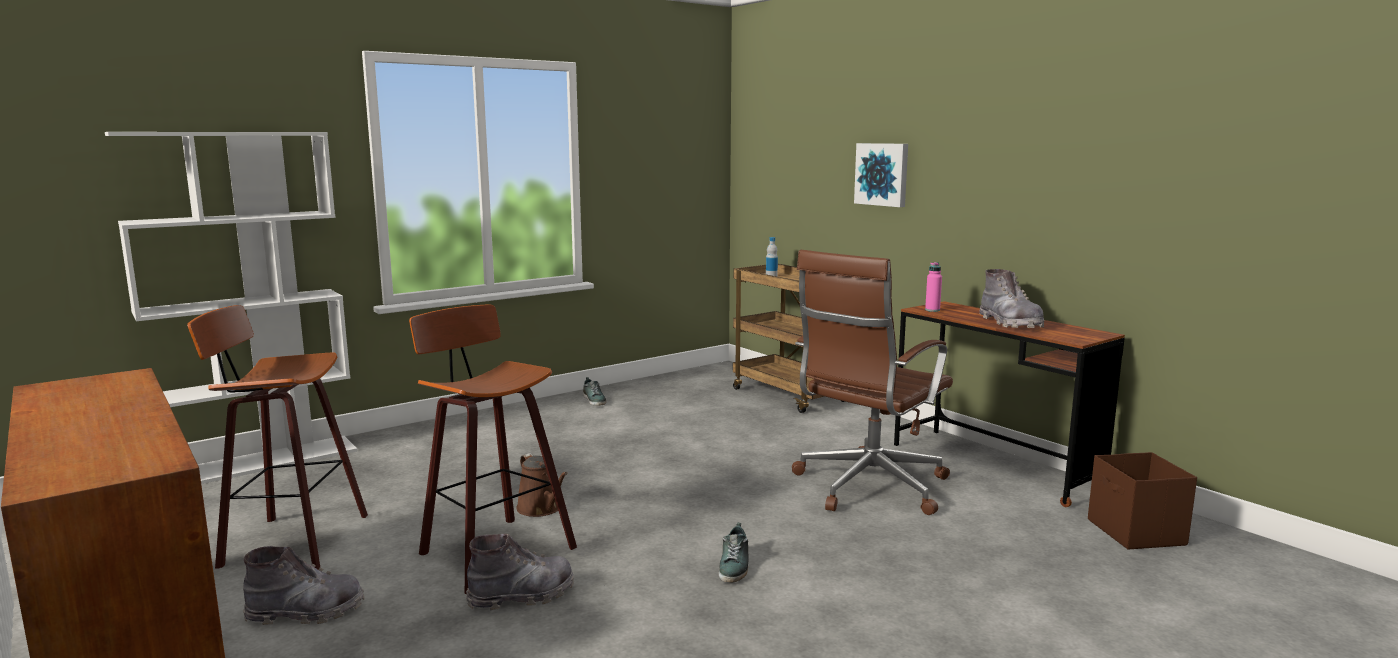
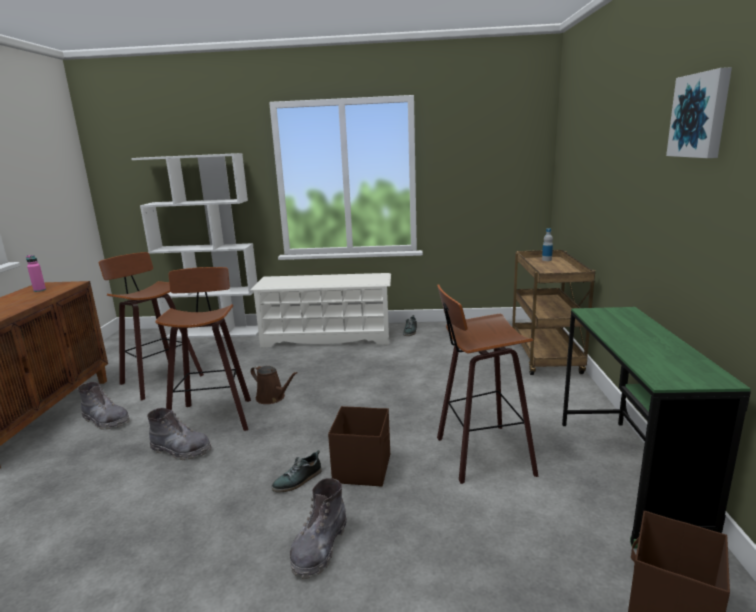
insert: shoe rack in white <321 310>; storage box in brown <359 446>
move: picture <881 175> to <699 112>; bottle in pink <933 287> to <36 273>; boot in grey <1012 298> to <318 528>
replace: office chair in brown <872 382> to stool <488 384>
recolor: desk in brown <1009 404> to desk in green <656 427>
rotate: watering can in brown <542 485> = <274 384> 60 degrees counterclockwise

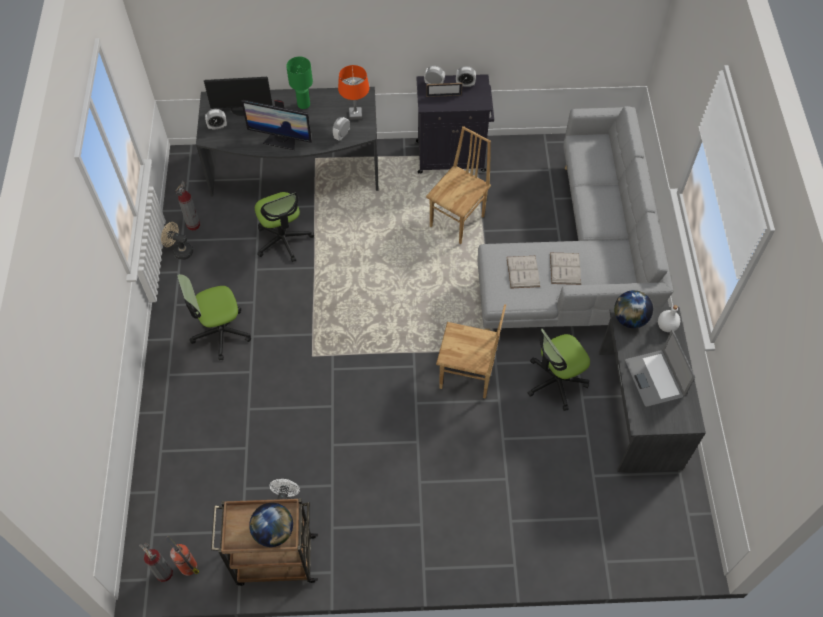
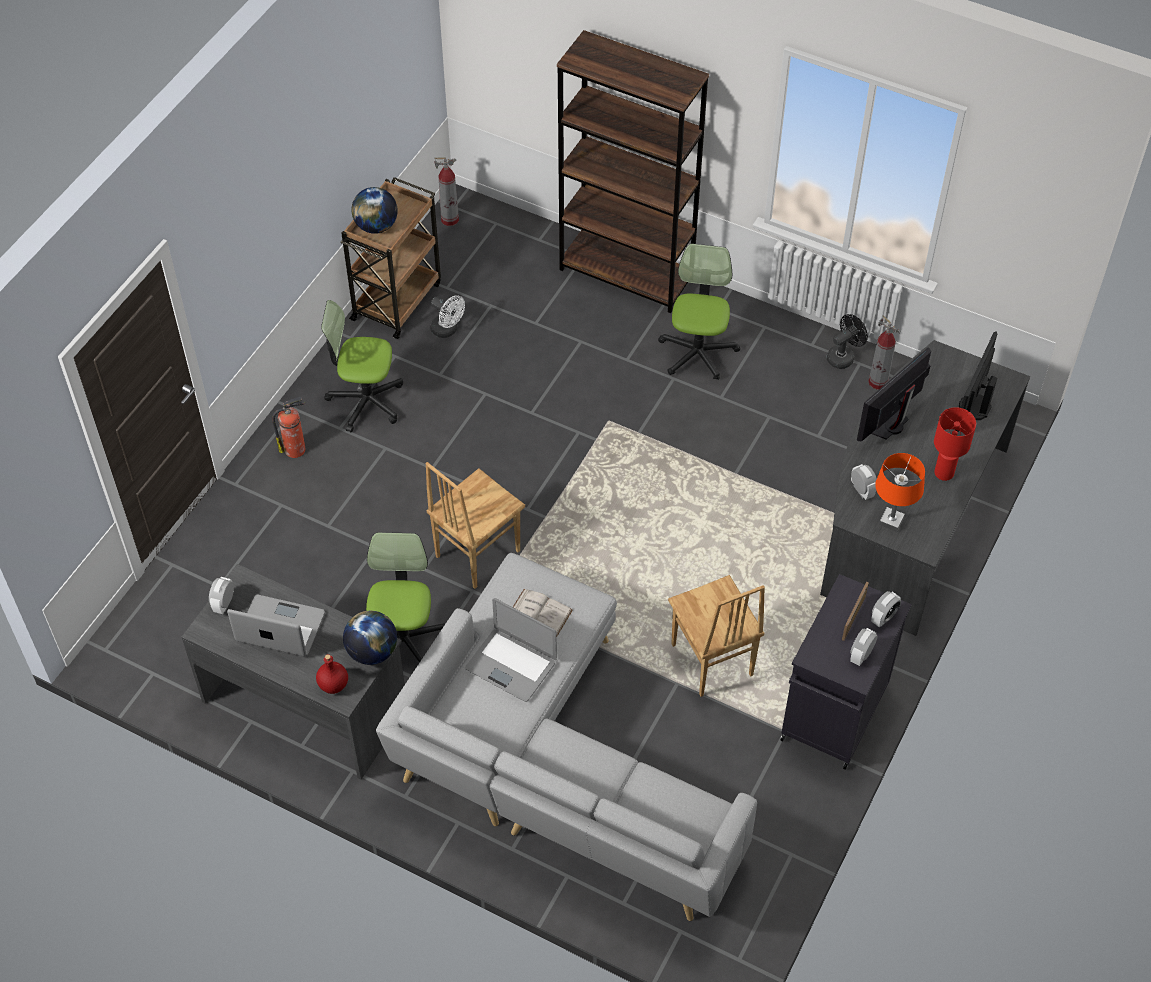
insert: bookcase in brown <633 171>
move: alarm clock <216 119> to <221 595>; office chair <284 227> to <362 366>; fire extinguisher <182 556> to <289 427>
replace: book in white <565 269> to laptop <511 650>
recolor: table lamp in green <299 83> to table lamp in red <955 444>; fan in beige <177 241> to fan in black <847 341>; bottle in white <669 318> to bottle in red <332 674>

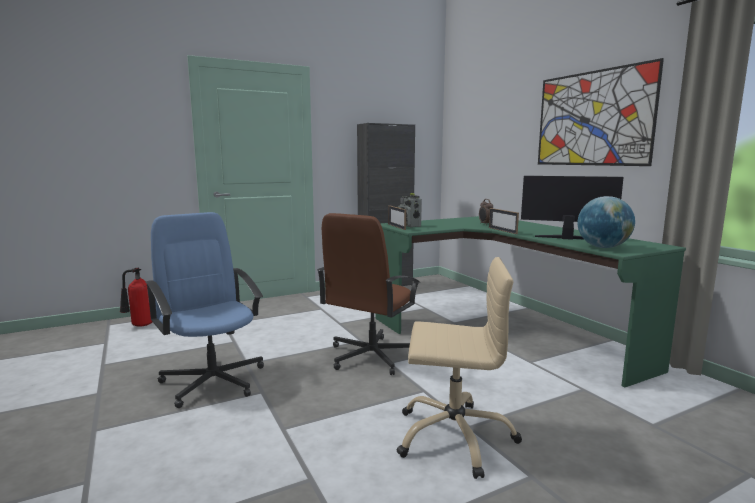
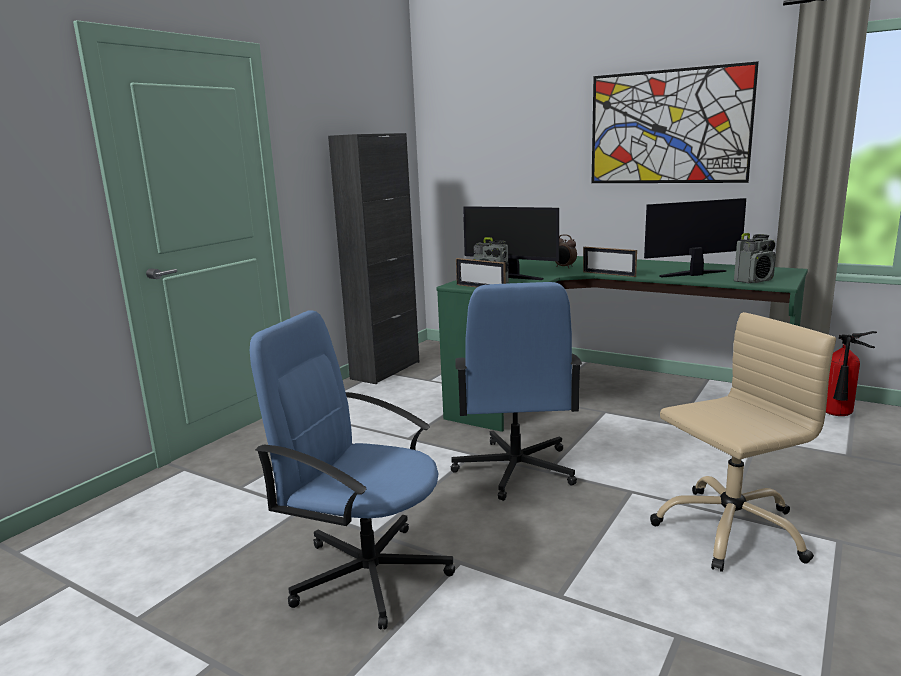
insert: monitor <511 243>
move: fire extinguisher <136 297> to <851 373>
replace: globe <606 222> to radio <755 258>
recolor: office chair in brown <368 294> to office chair in blue <516 391>

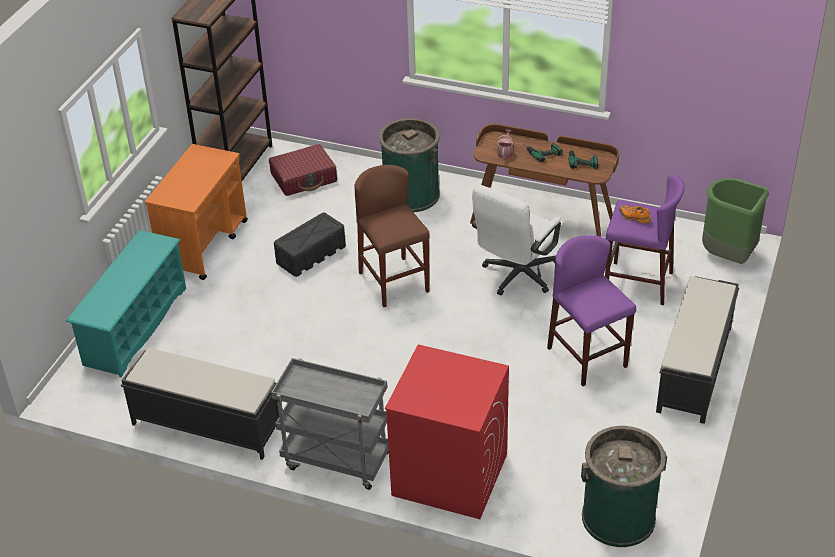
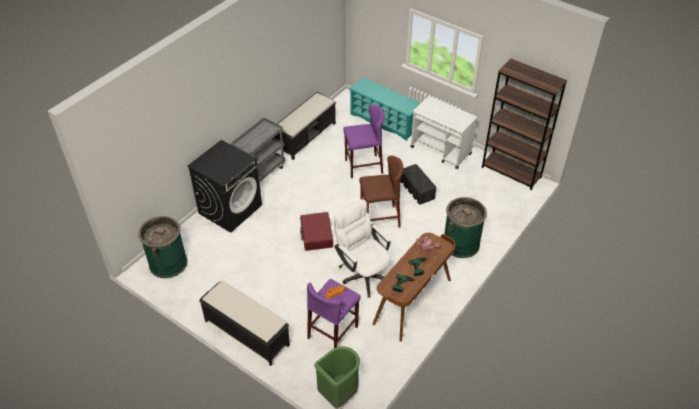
move: suitcase in red <303 170> to <316 231>; stool in purple <591 310> to <363 141>
recolor: cart in orange <196 212> to cart in white <443 132>; washing machine in red <447 431> to washing machine in black <225 186>

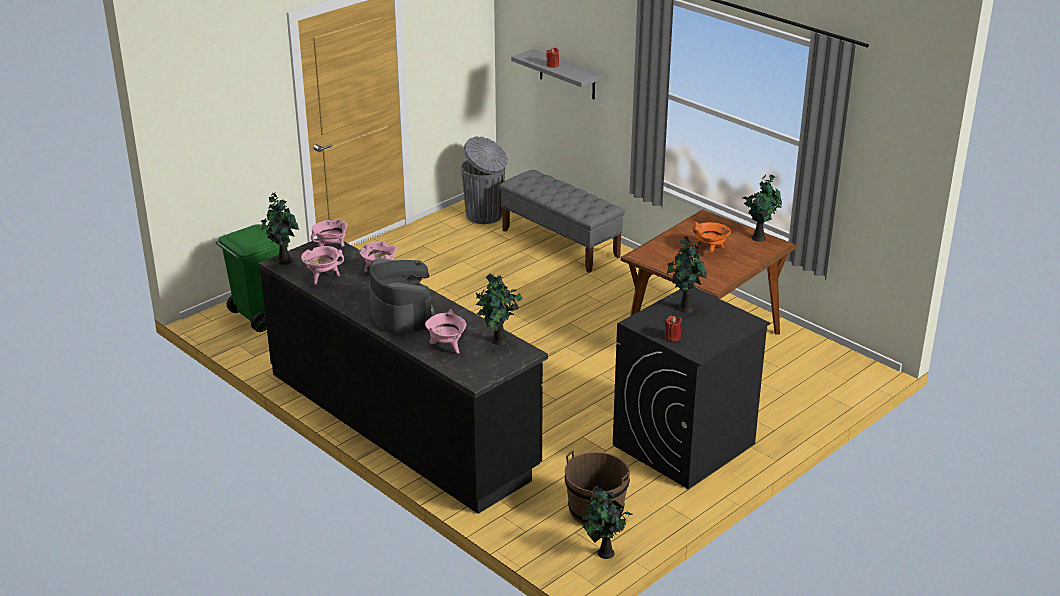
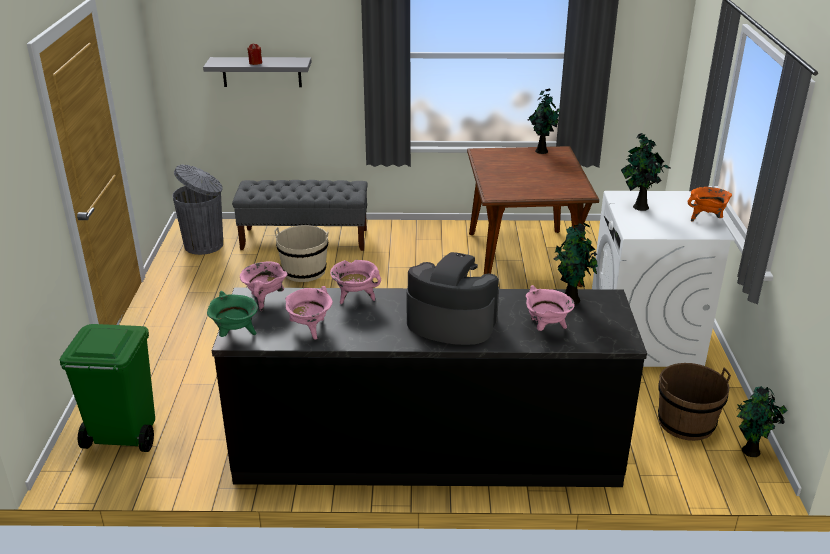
delete: candle in red <673 328>
insert: bucket in beige <301 253>
move: cooking pot in orange <712 237> to <710 204>
replace: potted plant <279 228> to cooking pot in green <232 314>
recolor: washing machine in black <691 388> to washing machine in white <663 279>

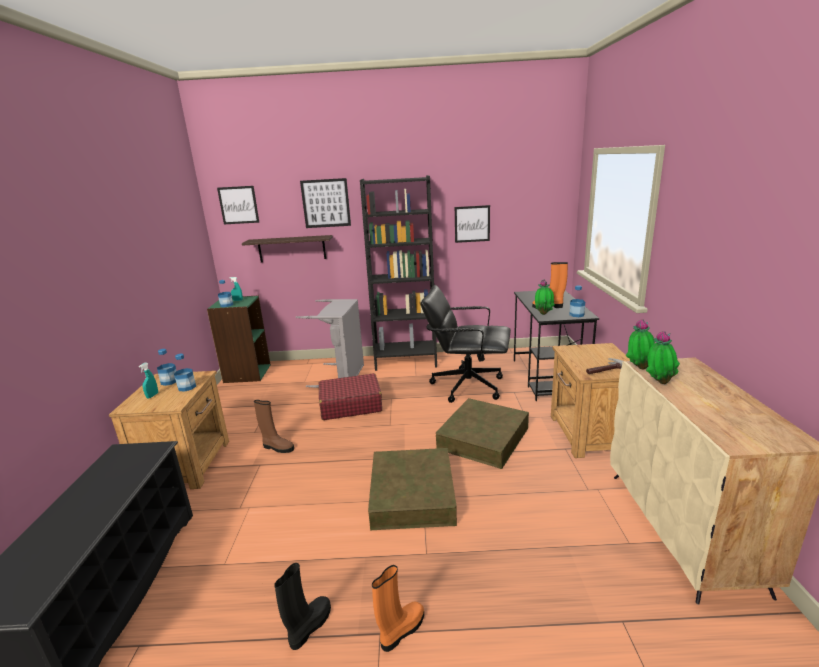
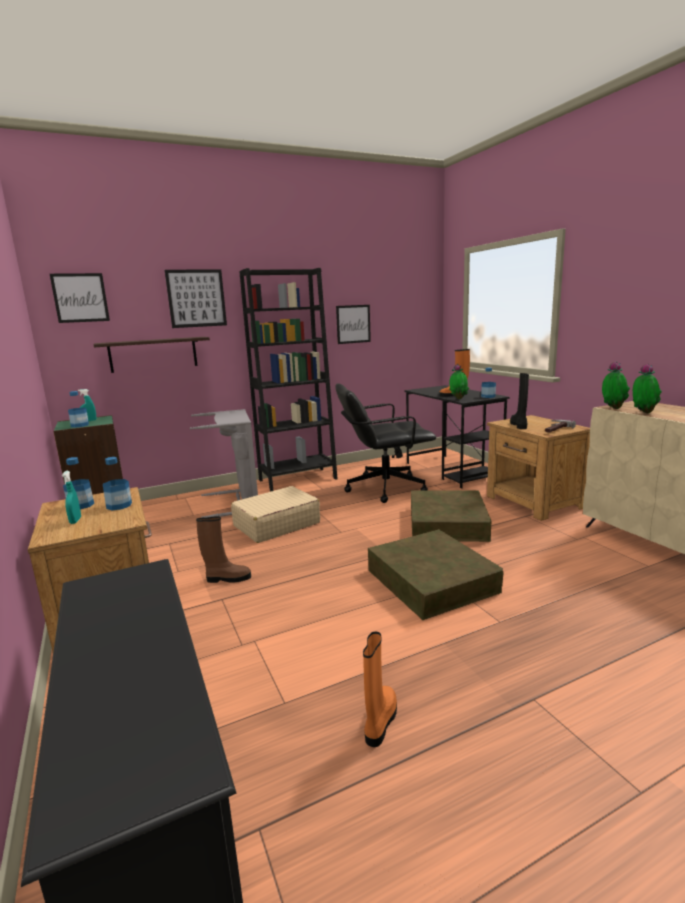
move: boot in black <302 606> to <519 401>; boot in orange <398 608> to <380 689>
recolor: suitcase in red <350 396> to suitcase in beige <275 514>

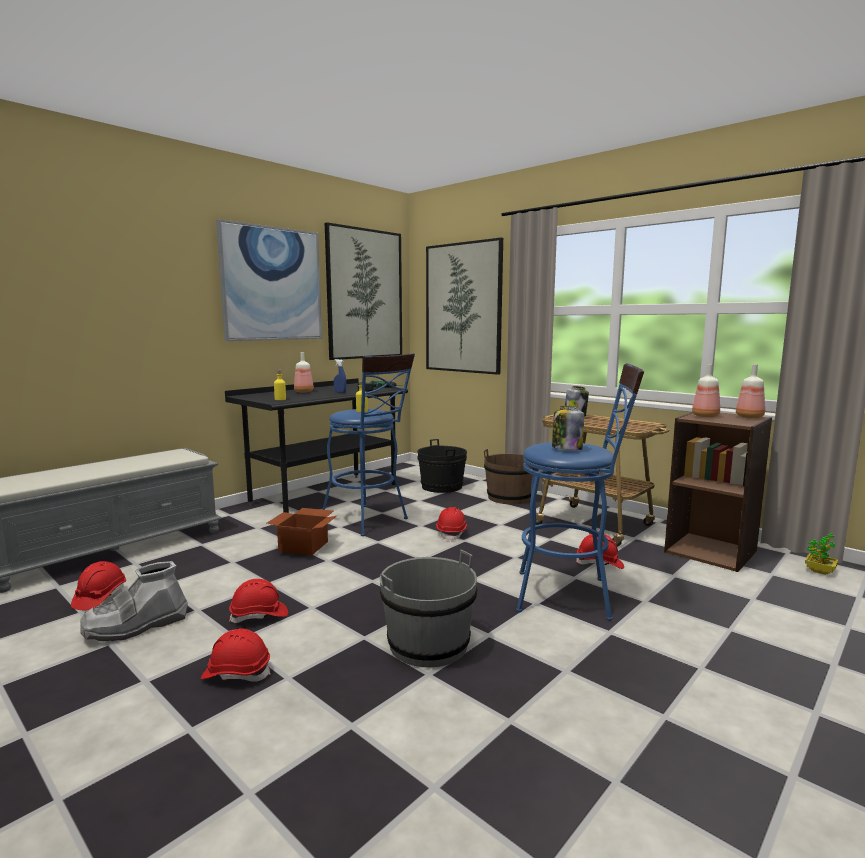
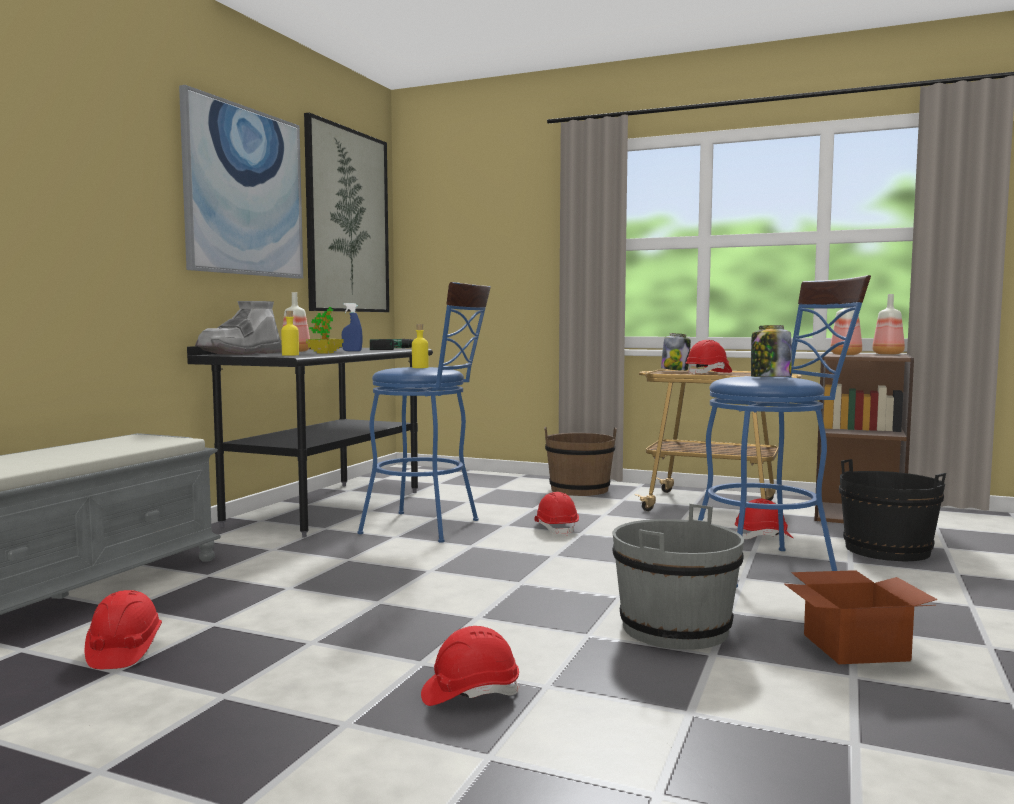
delete: picture <464 306>
move: bucket in black <442 466> to <892 510>; cardboard box <302 531> to <861 617>; potted plant <821 554> to <325 330>; boot in grey <134 601> to <238 328>; hard hat in red <258 601> to <709 357>

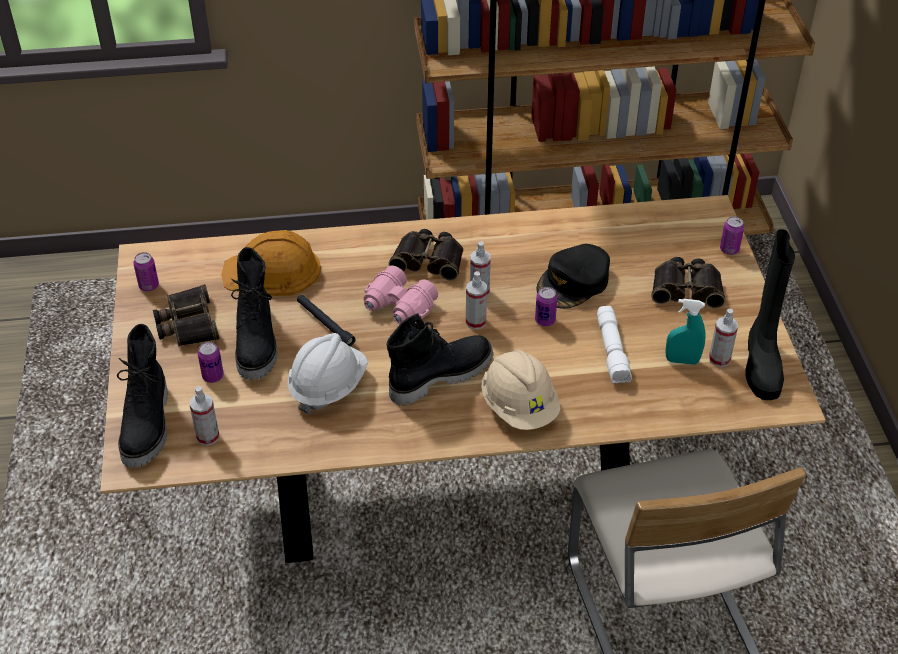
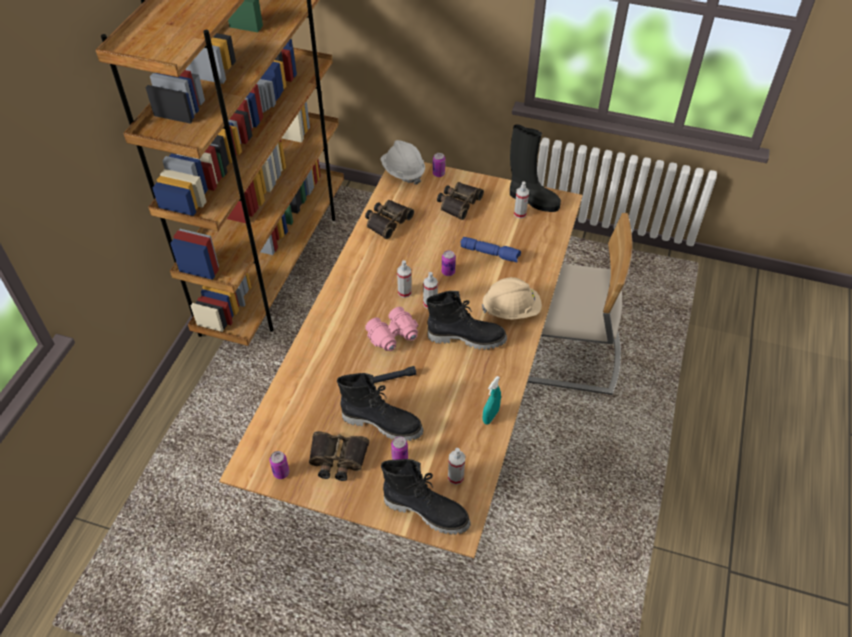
delete: hard hat in orange <271 263>; cap in black <573 276>
move: binoculars <426 255> to <389 219>; spray bottle in turquoise <686 332> to <492 400>; hard hat in white <327 374> to <402 162>
recolor: flashlight in white <614 345> to flashlight in blue <490 250>
rotate: boot in black <440 359> = <466 320> 105 degrees clockwise

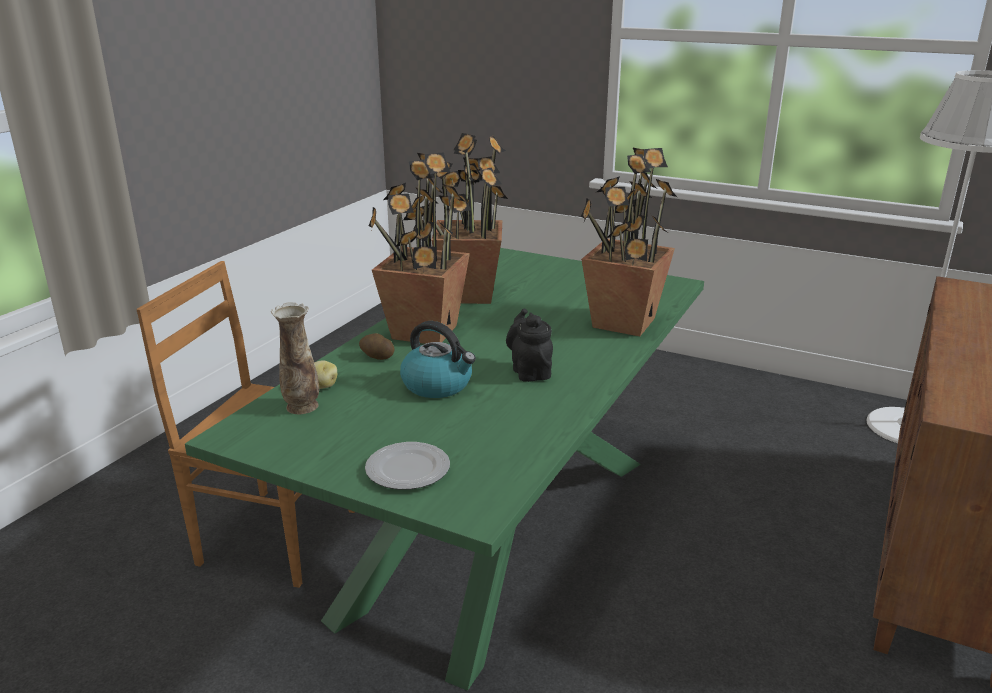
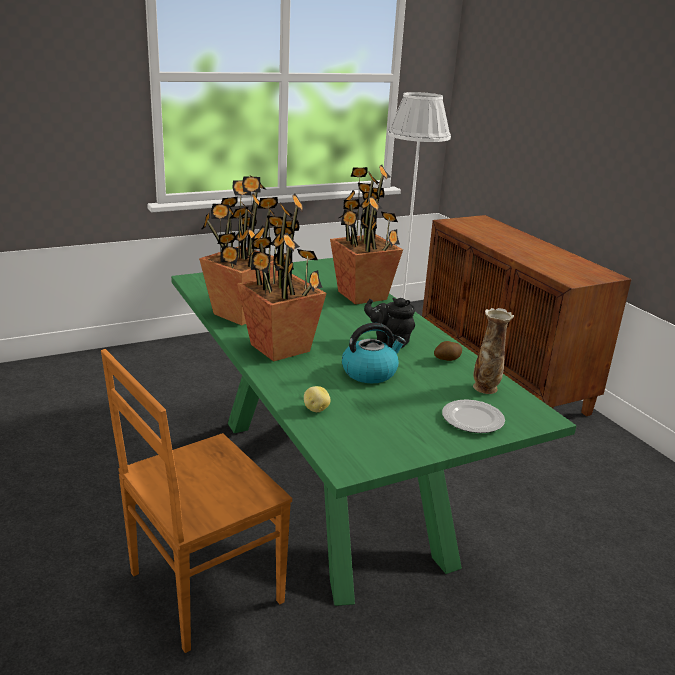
move: vase <295 358> to <493 351>; potato <377 346> to <448 351>

